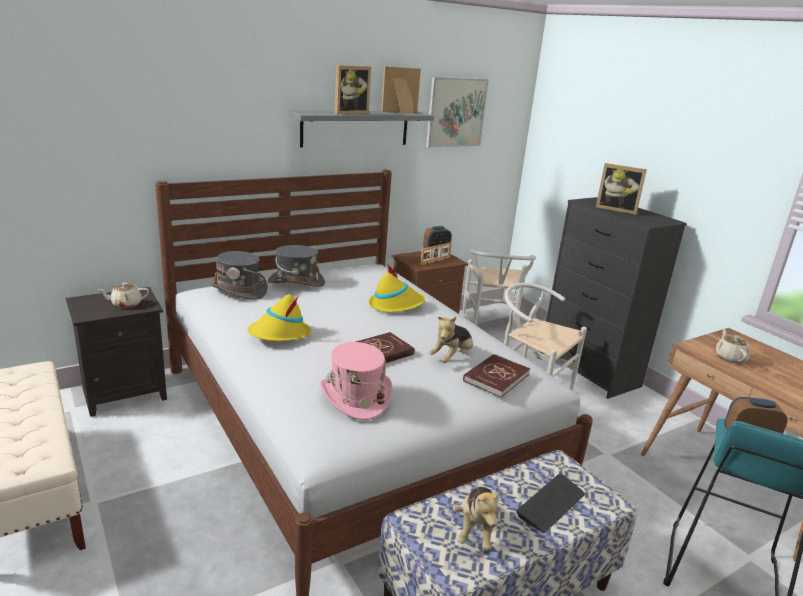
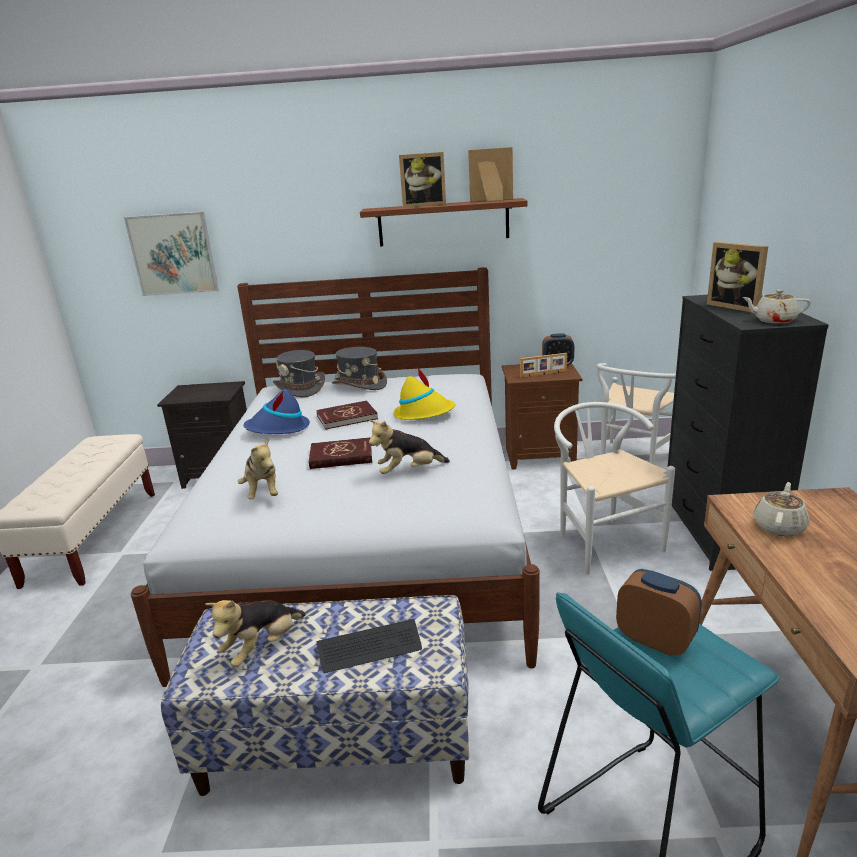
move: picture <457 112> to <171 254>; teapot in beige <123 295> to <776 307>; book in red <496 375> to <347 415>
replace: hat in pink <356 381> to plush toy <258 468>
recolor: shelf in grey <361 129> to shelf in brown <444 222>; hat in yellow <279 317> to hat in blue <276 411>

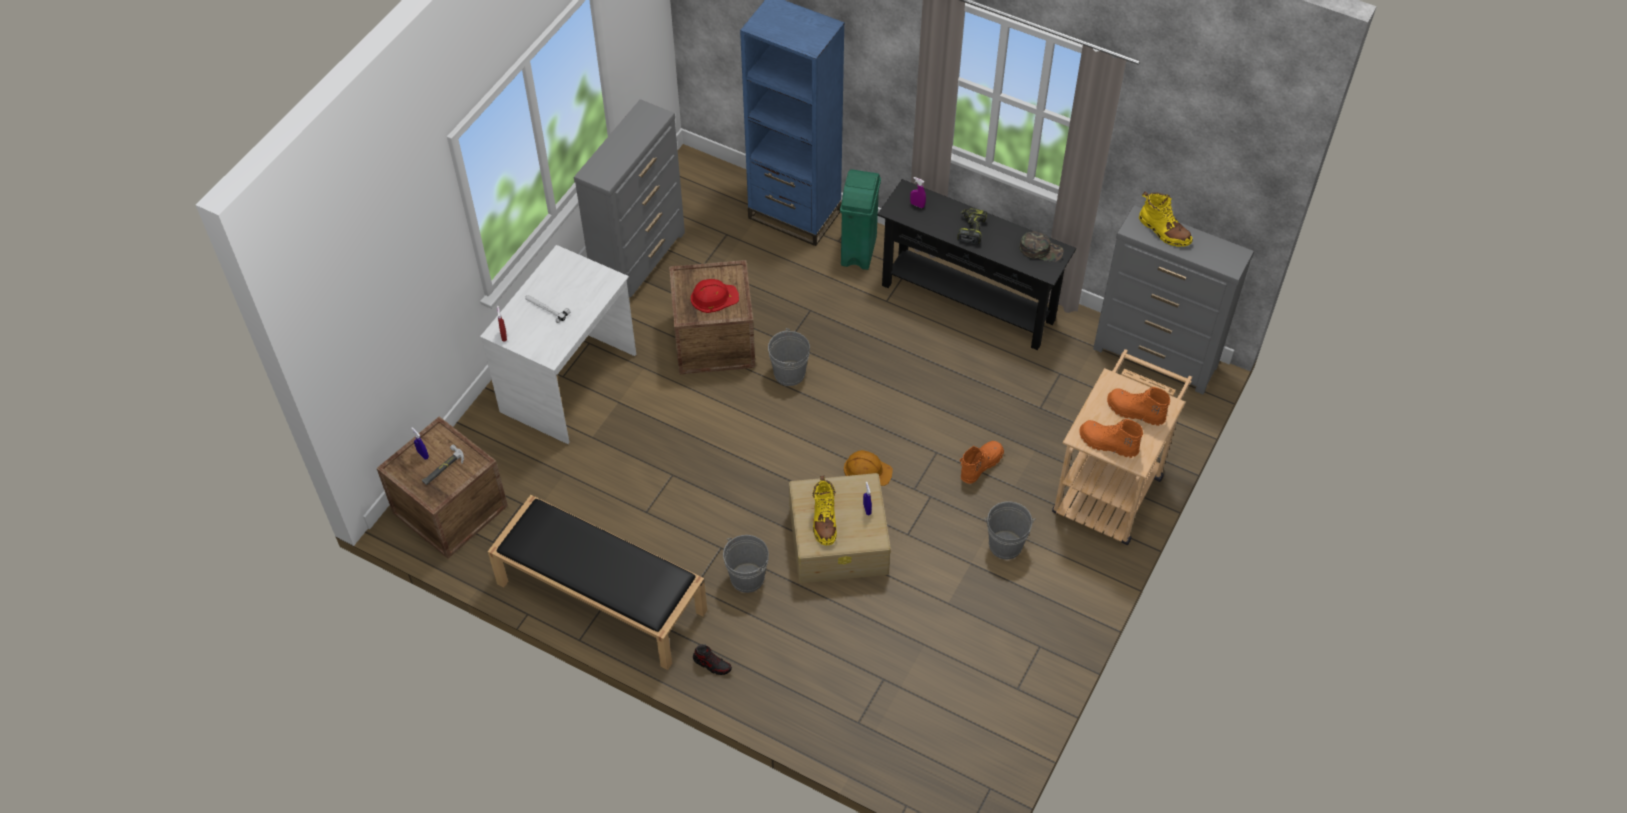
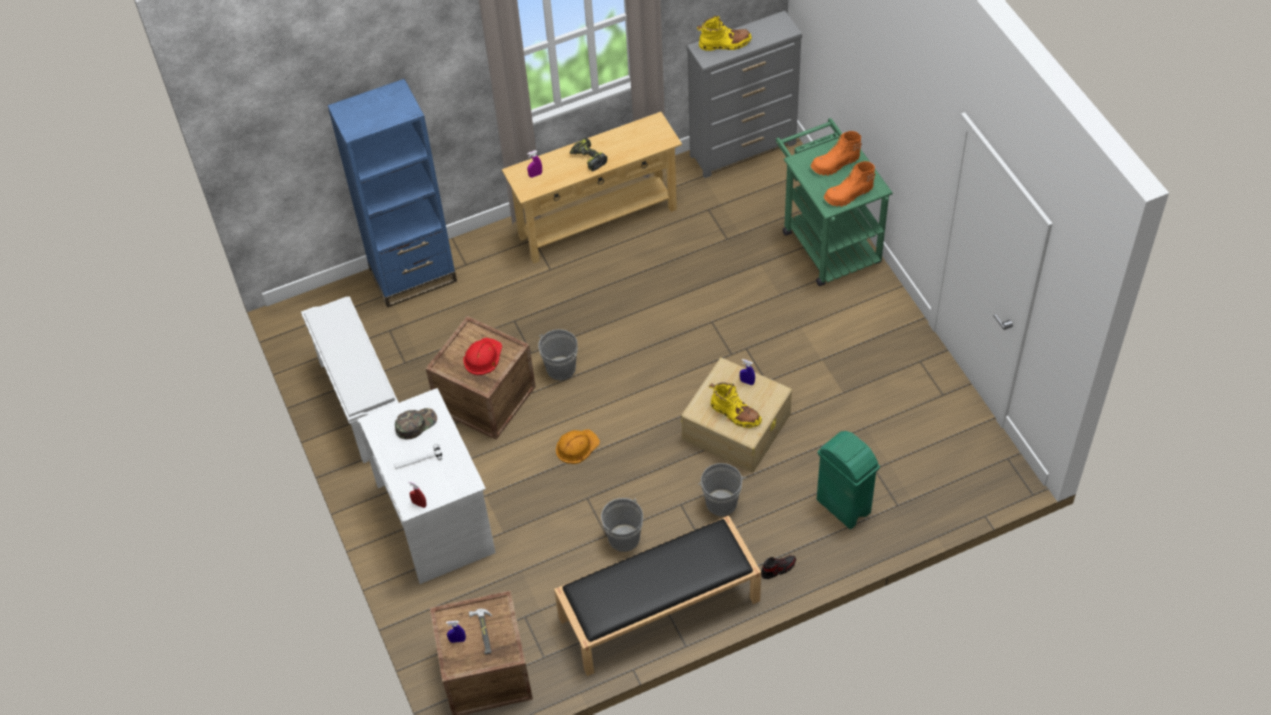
delete: boot in orange <982 462>
move: trash can in green <860 219> to <848 480>; cap in green <1041 246> to <416 423>; hard hat in orange <868 468> to <578 446>; bucket in grey <1010 530> to <622 525>
replace: dresser in grey <629 200> to shoe rack in white <350 379>
recolor: console table in black <977 264> to console table in beige <592 187>; cart in beige <1122 447> to cart in green <834 202>

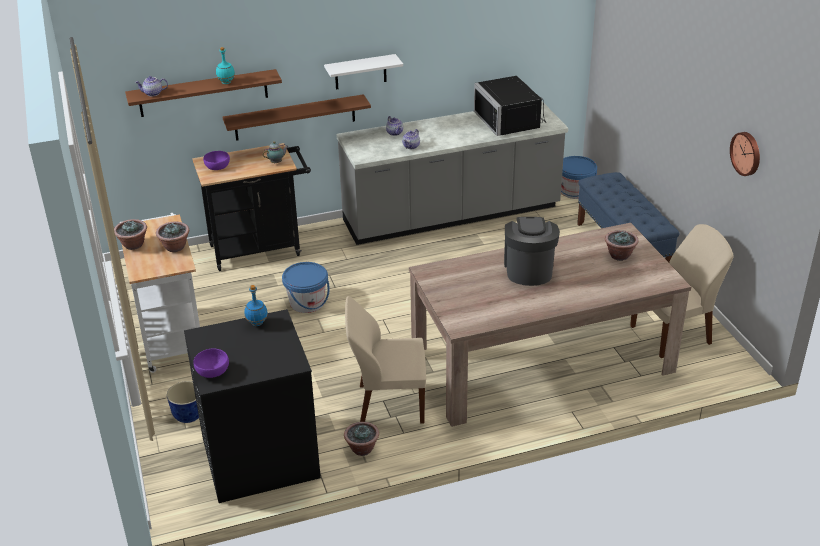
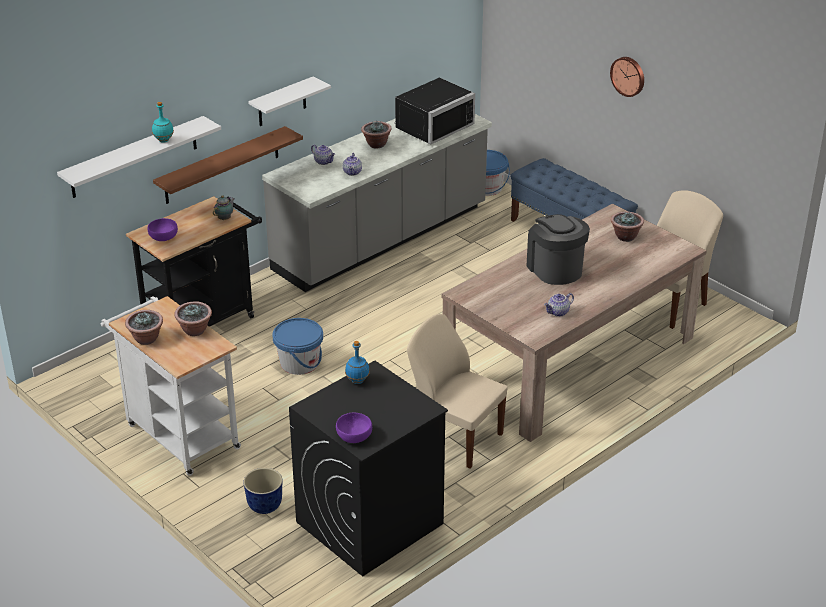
move: teapot <151 86> to <559 305>; wall clock <745 154> to <627 77>; potted plant <361 439> to <376 134>
recolor: shelf in brown <203 93> to shelf in white <139 157>
rotate: microwave in black <510 106> = <434 111> 90 degrees counterclockwise; chair in beige <385 360> = <457 391> 60 degrees clockwise

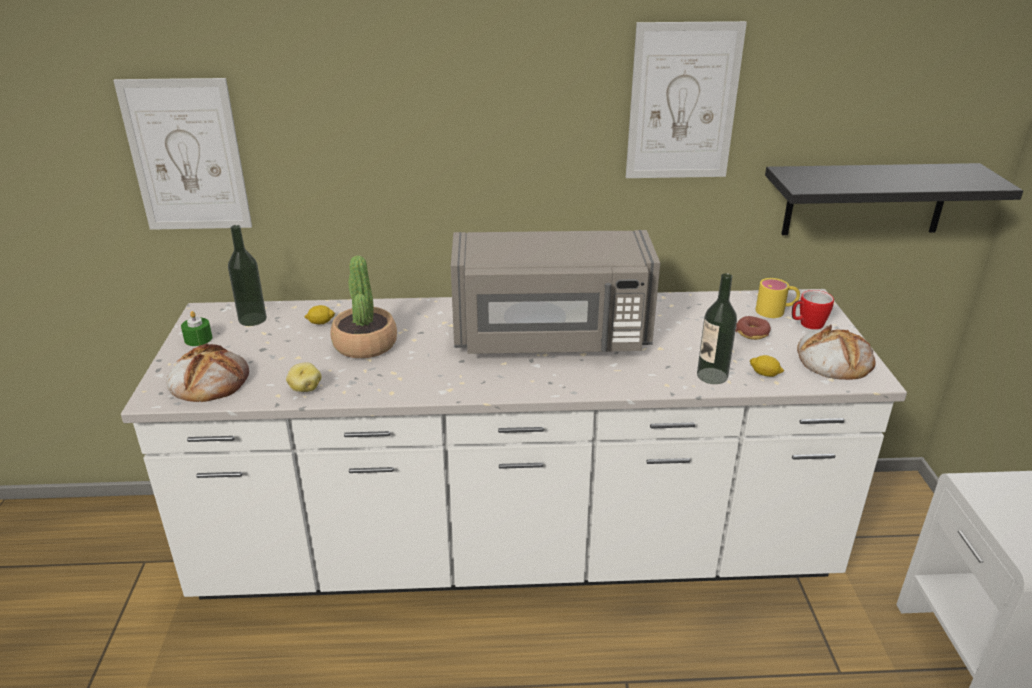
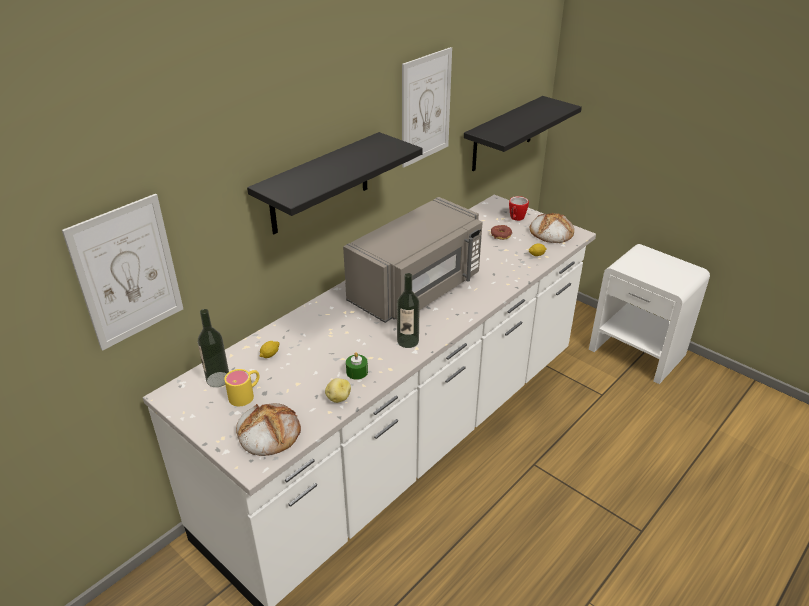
delete: potted plant <363 307>
insert: shelf in black <335 183>
move: bottle <717 328> to <408 310>; mug in yellow <777 298> to <242 387>; candle in green <196 328> to <357 366>

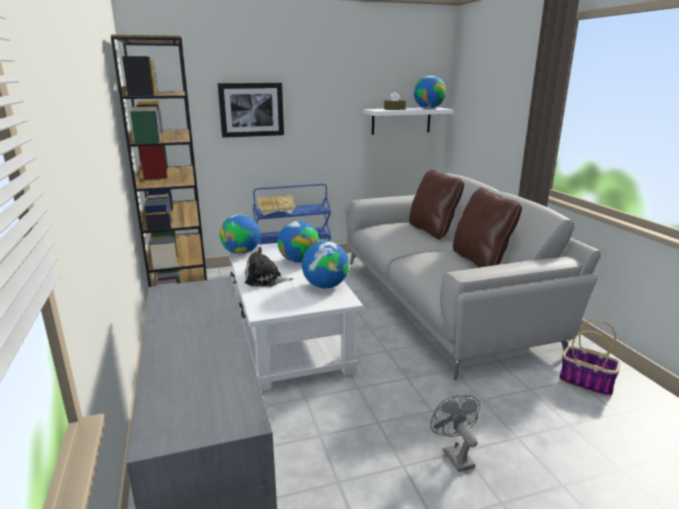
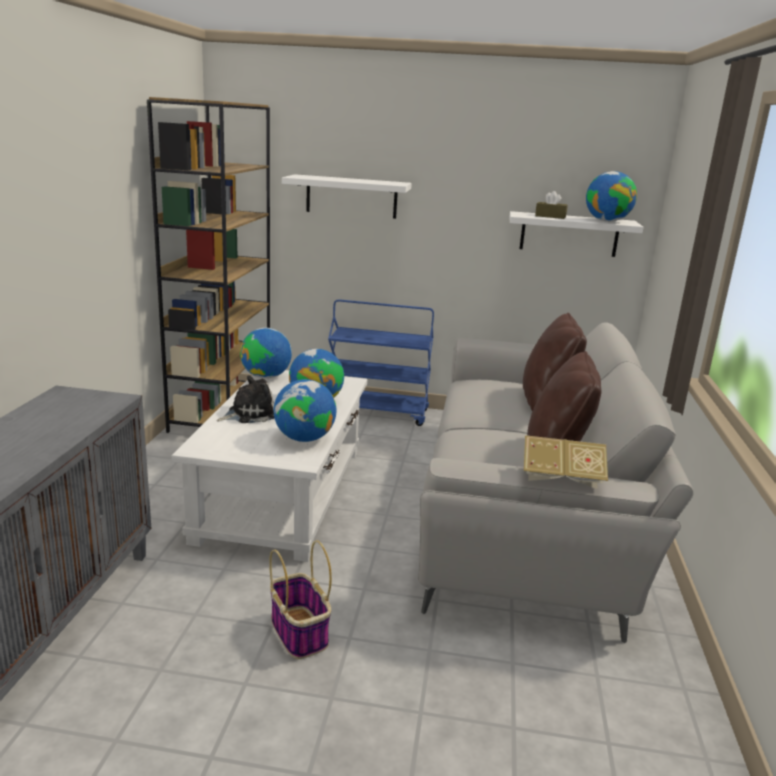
delete: fan in grey <455 433>
move: book <277 205> to <566 462>; basket <589 358> to <300 599>
replace: picture <251 110> to shelf in white <347 196>
rotate: plush toy <268 267> = <245 399> 120 degrees clockwise

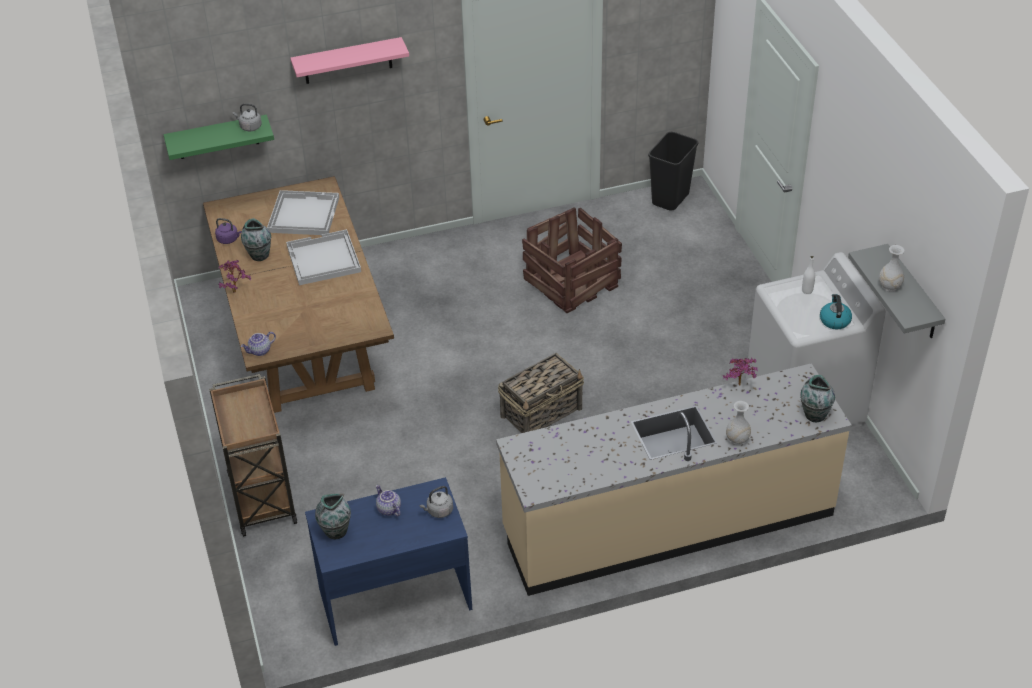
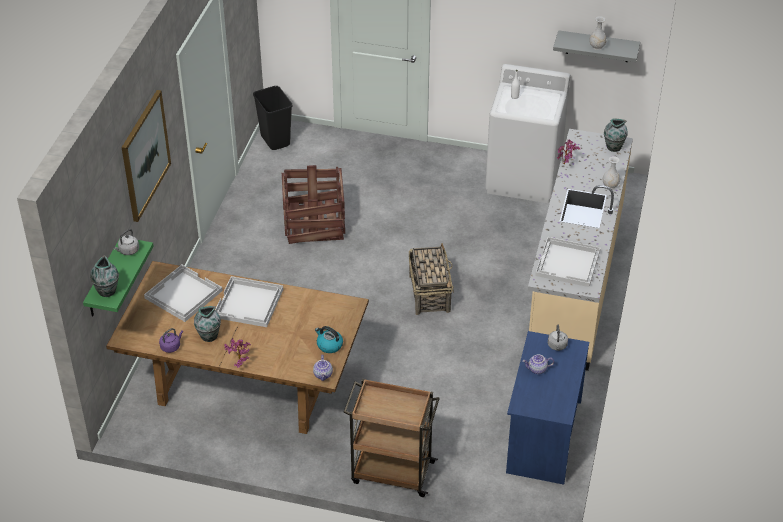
insert: tray in white <568 262>
move: kettle <836 311> to <329 339>; vase <333 516> to <104 276>
replace: shelf in pink <349 60> to picture <146 156>

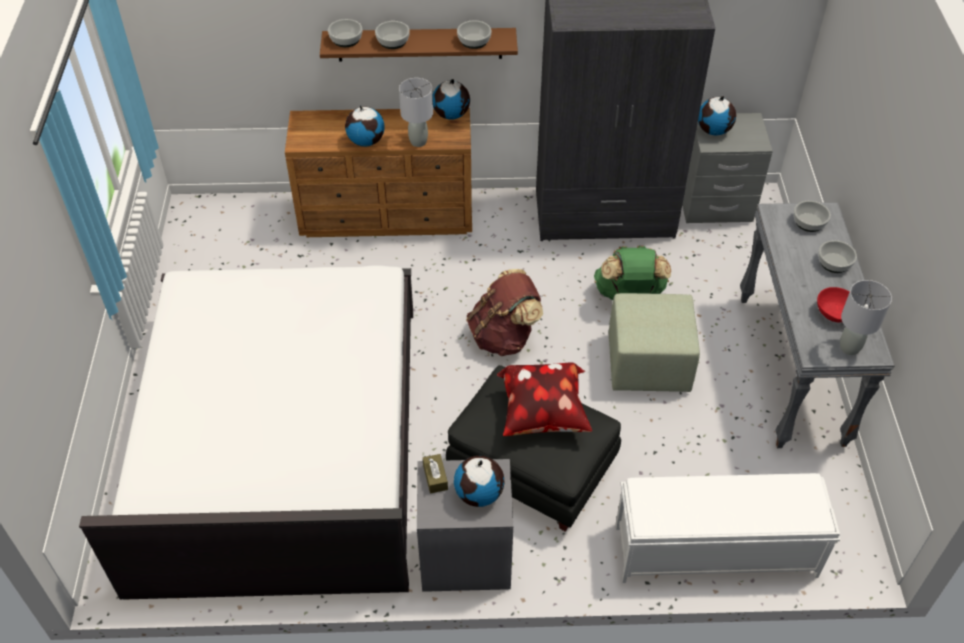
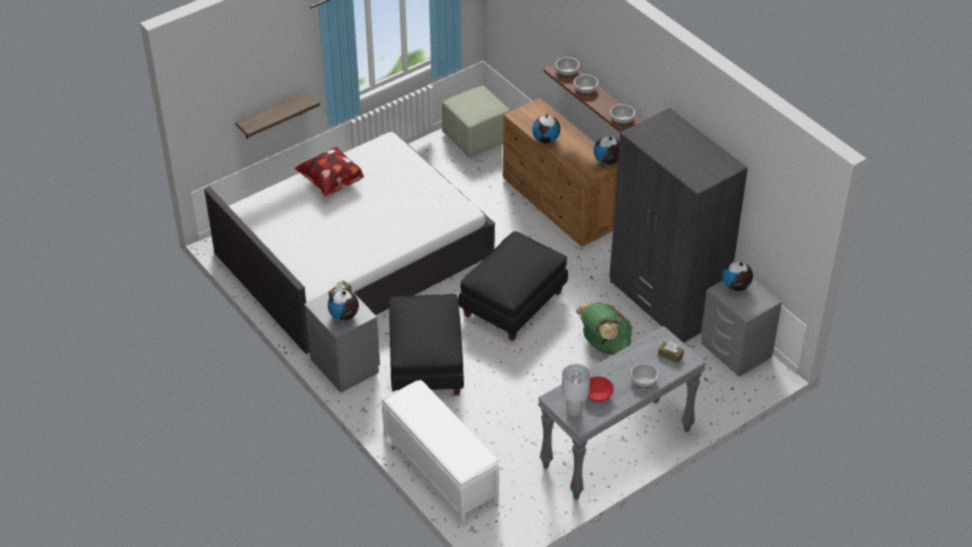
delete: table lamp in grey <416 112>
insert: shelf <277 115>
move: ottoman in green <654 342> to <476 122>; pillow <544 399> to <329 172>
replace: bowl <812 216> to tissue box in brown <671 352>; backpack in brown <505 312> to ottoman in black <513 286>

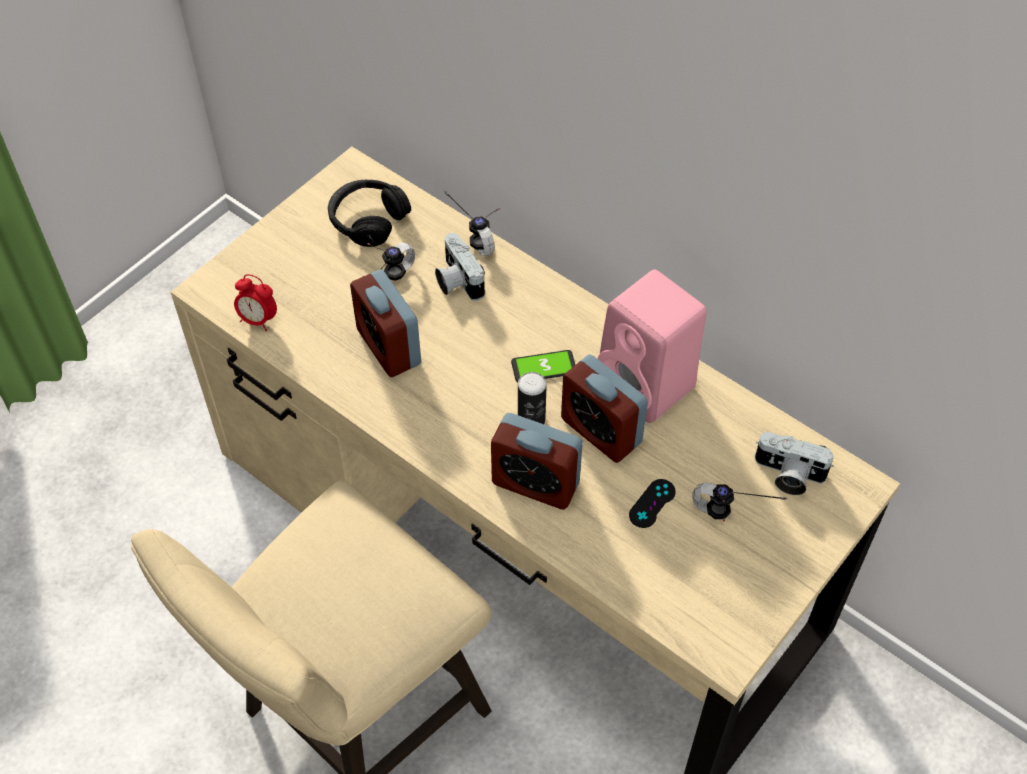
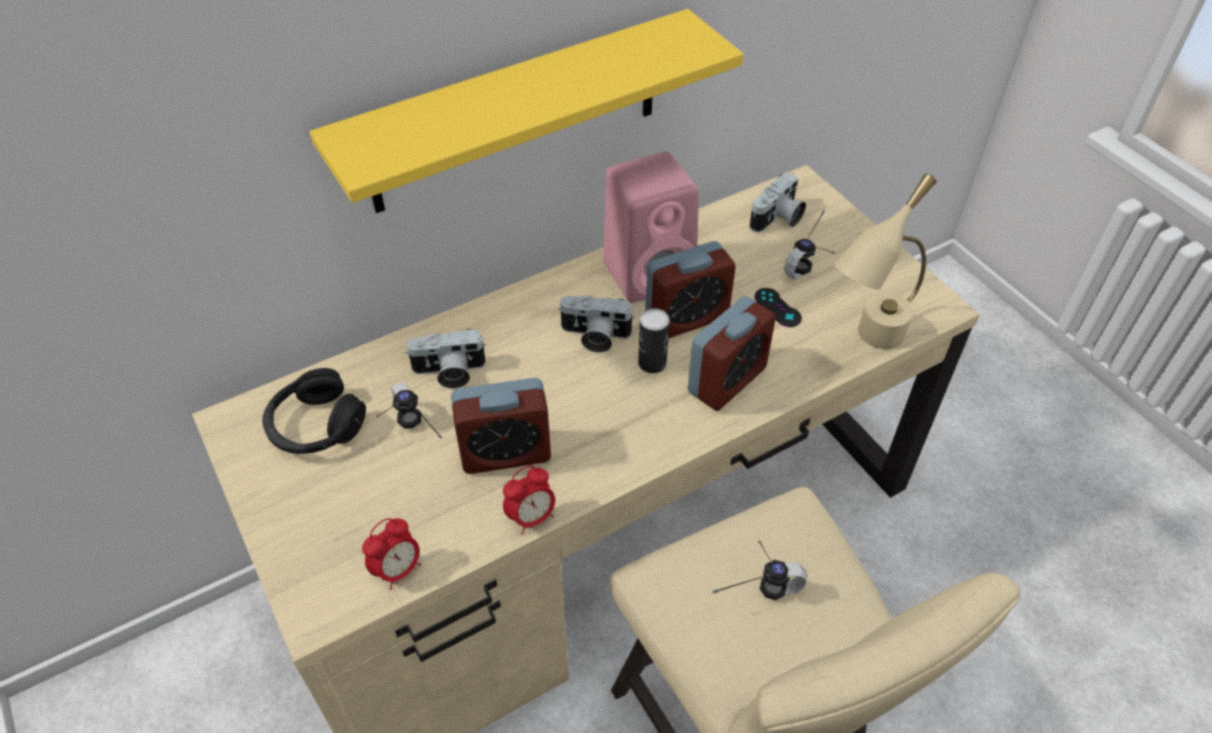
insert: shelf in yellow <526 111>; table lamp in beige <885 261>; alarm clock <529 500>
move: headphones <472 223> to <759 570>
replace: phone <543 366> to photo camera <596 324>

